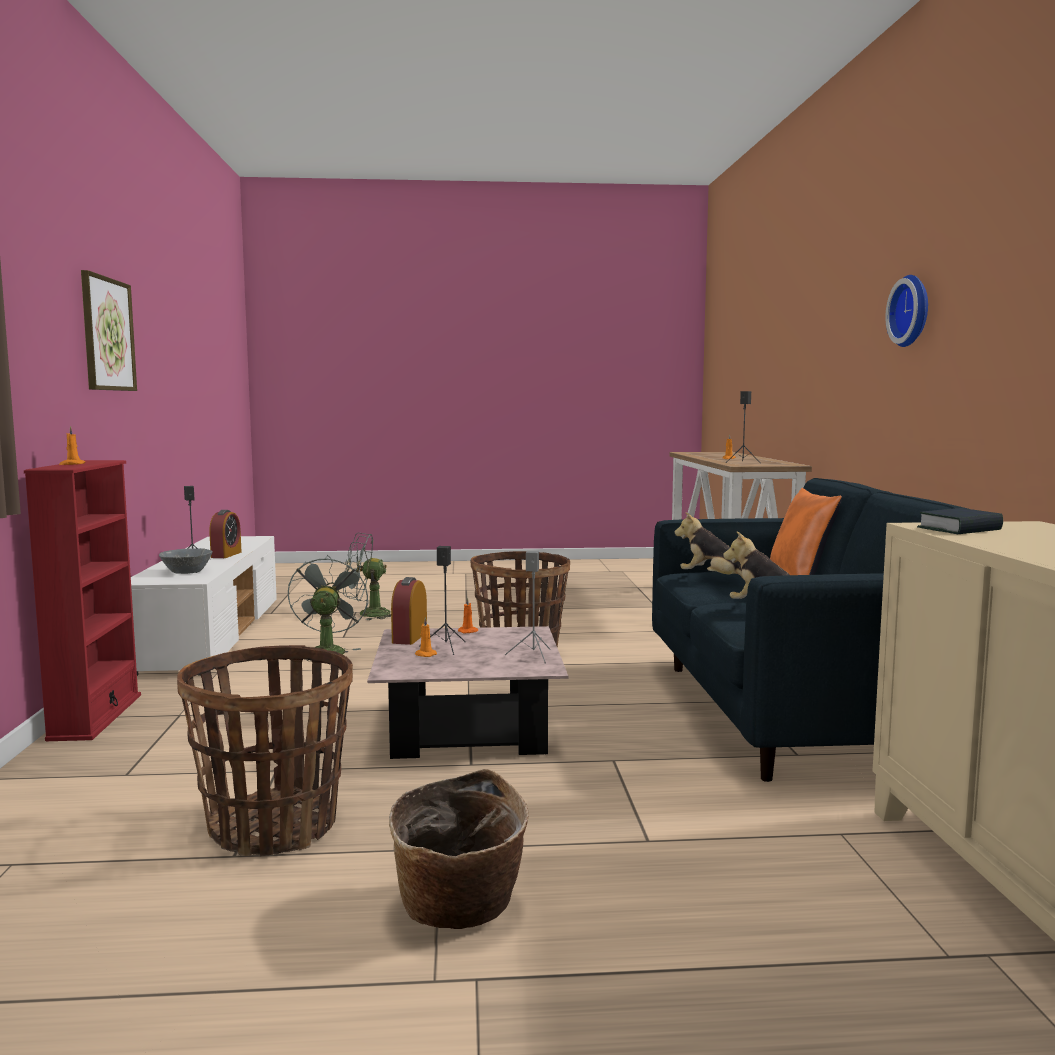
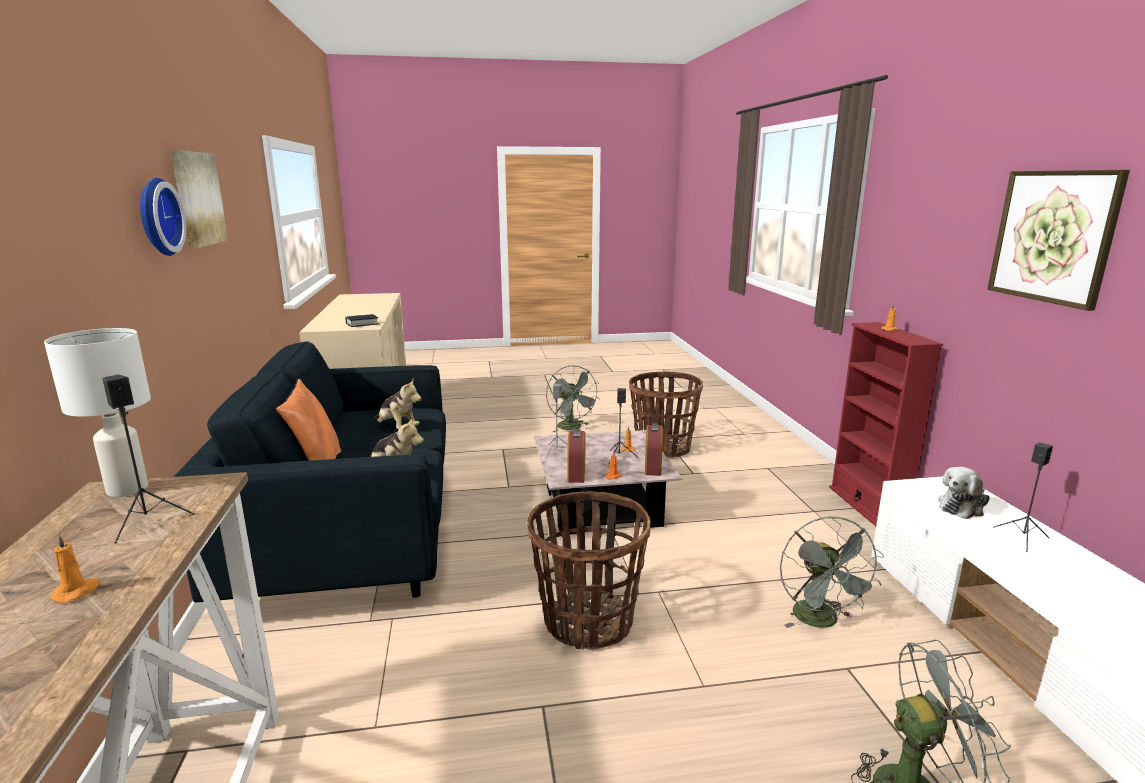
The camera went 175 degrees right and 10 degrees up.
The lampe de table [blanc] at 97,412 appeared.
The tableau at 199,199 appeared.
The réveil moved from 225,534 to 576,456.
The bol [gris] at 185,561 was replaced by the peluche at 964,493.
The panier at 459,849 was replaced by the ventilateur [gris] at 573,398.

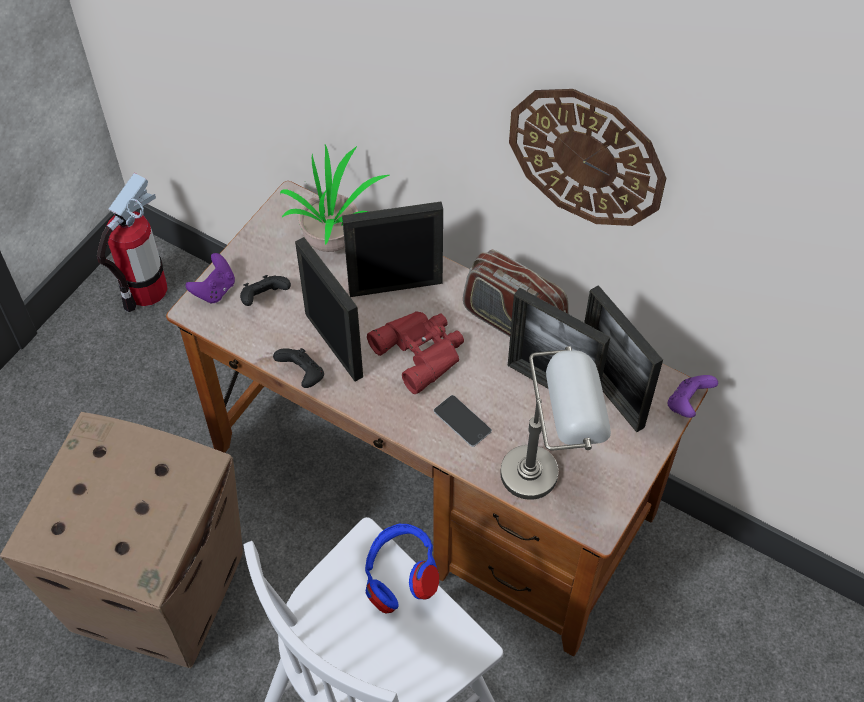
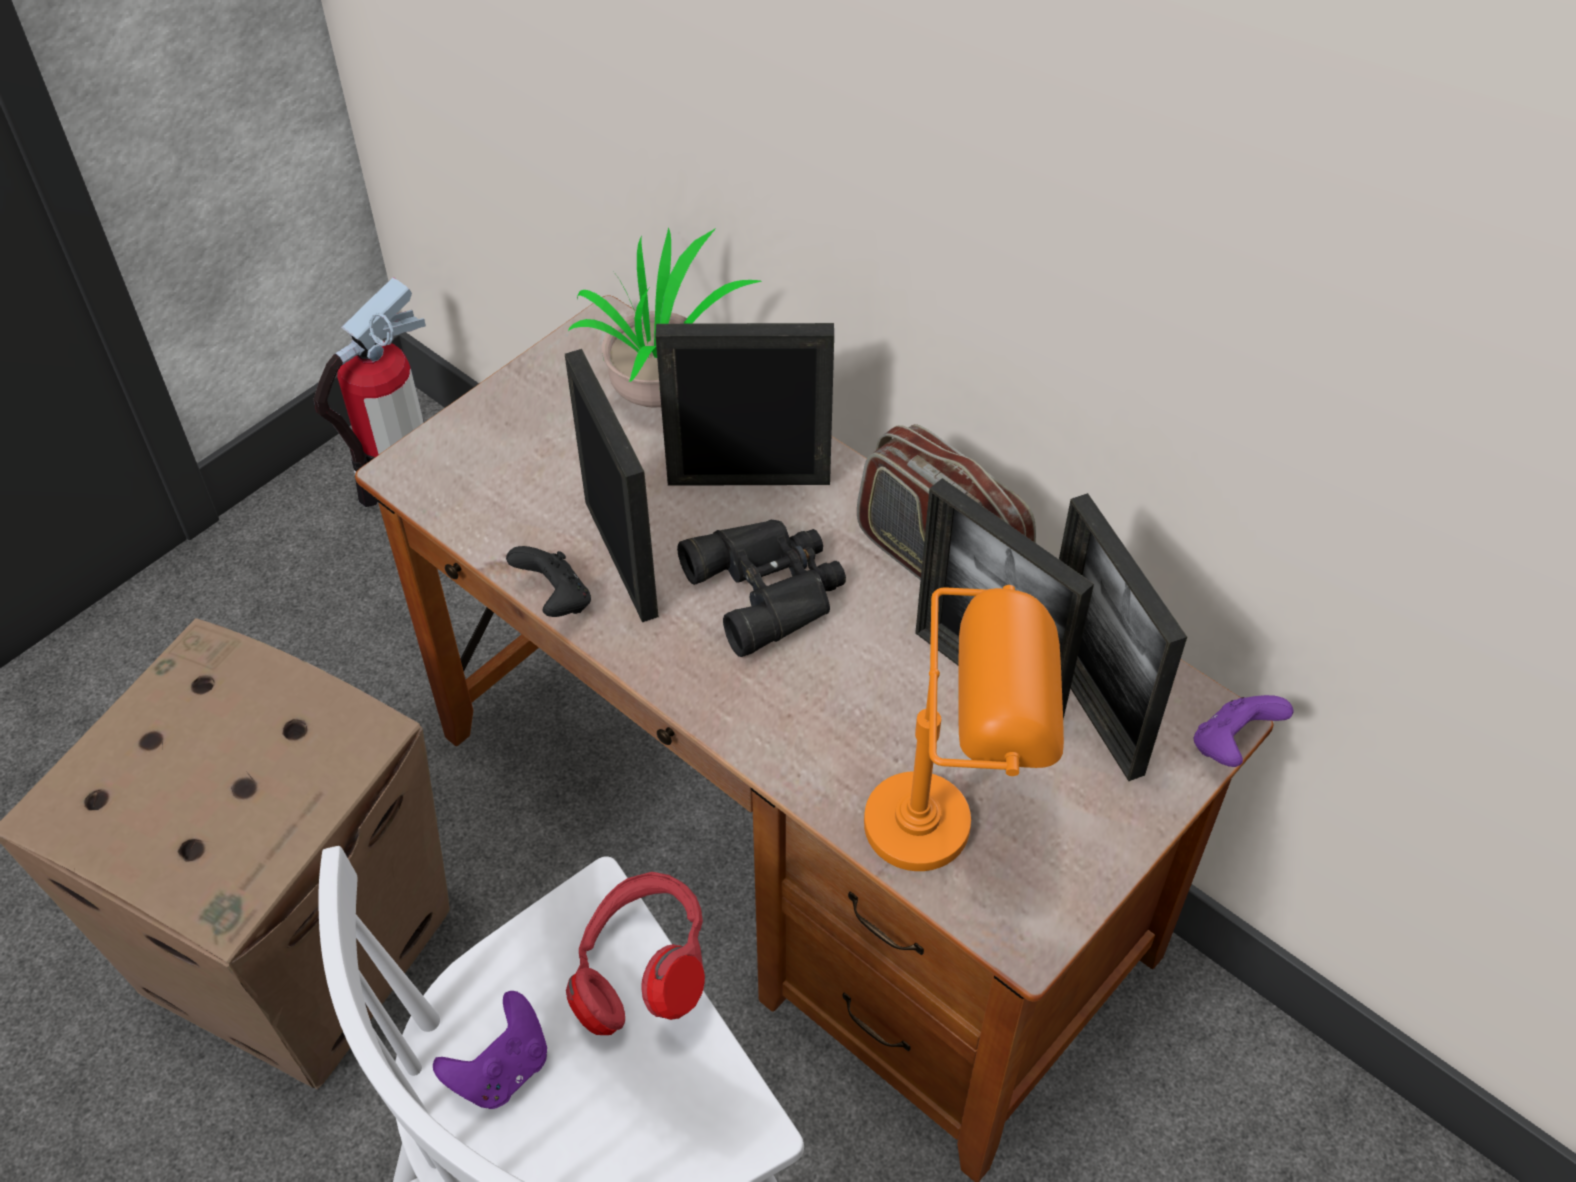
The camera went 10 degrees right and 5 degrees down.
The manette [noir] at 265,290 disappeared.
The téléphone at 462,421 disappeared.
The horloge murale at 587,157 disappeared.
The manette [violet] moved from 210,278 to 490,1050.
The casque audio [bleu] at 402,568 became the casque audio [rouge] at 635,953.
The jumelles [rouge] at 415,352 became the jumelles [noir] at 761,588.
The lampe de table [gris] at 555,423 became the lampe de table [orange] at 964,728.

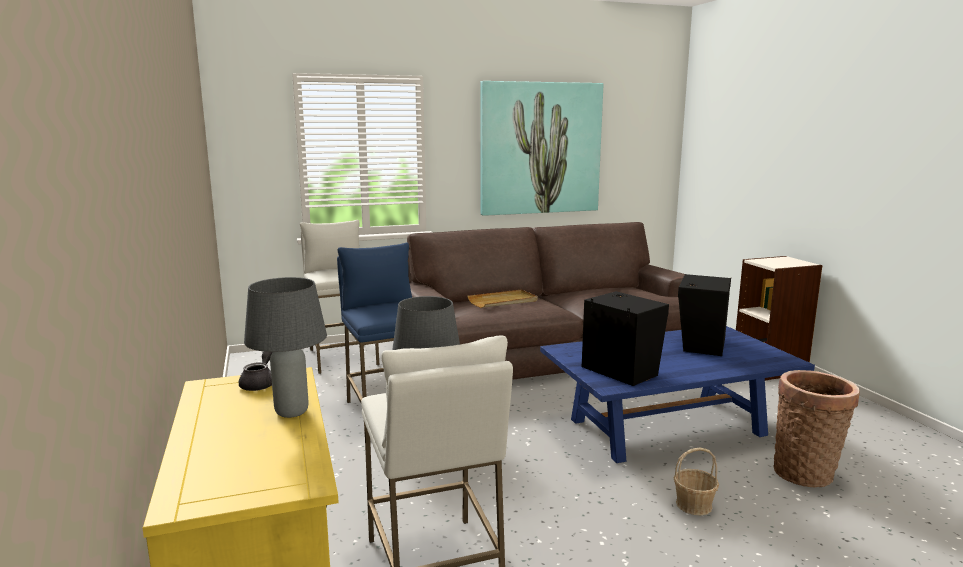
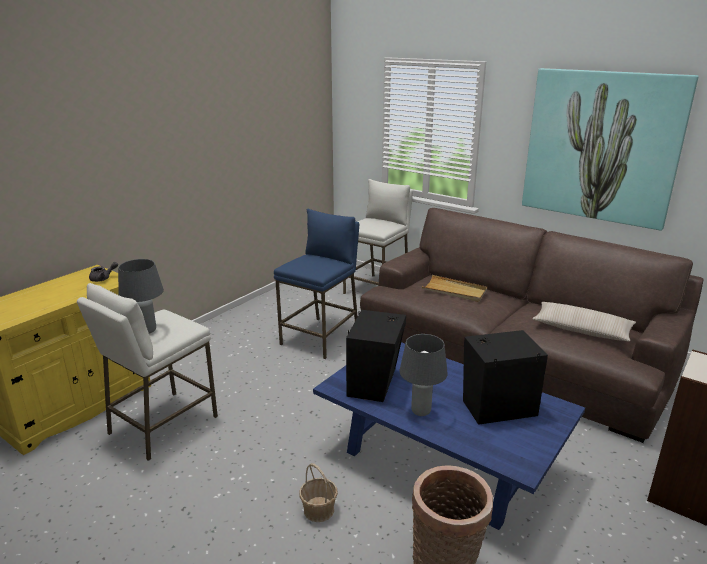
The camera went 55 degrees right and 10 degrees up.
The coussin [beige] at 584,322 appeared.
The lampe de table [gris] moved from 285,347 to 424,375.

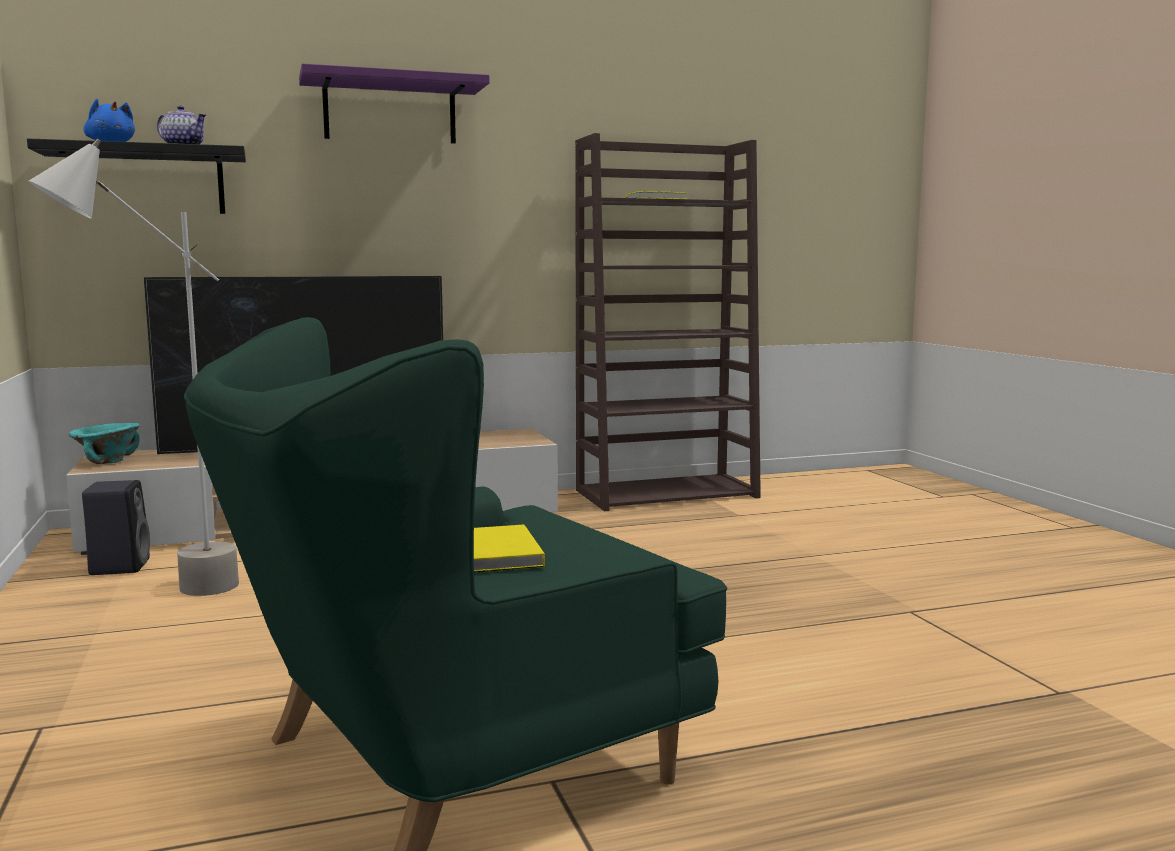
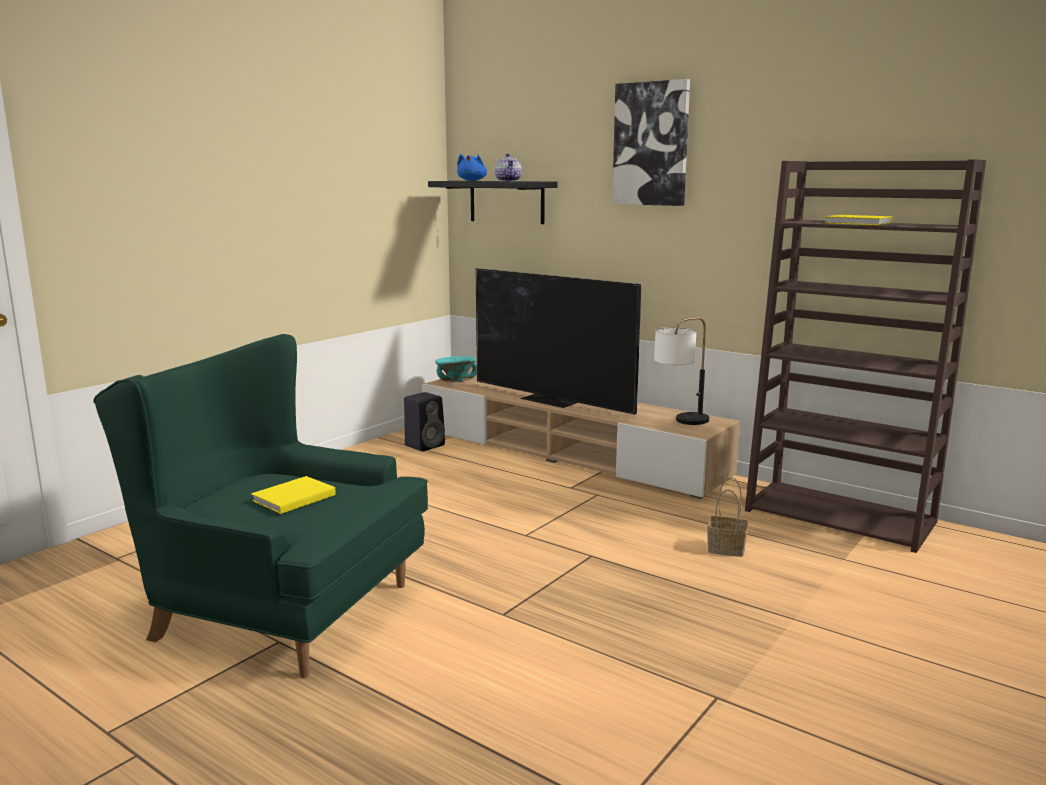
The camera went 55 degrees right and 5 degrees up.
The lampadaire [gris] at 133,367 disappeared.
The lampe de table at 681,371 appeared.
The panier at 727,517 appeared.
The étagère [violet] at 394,104 was replaced by the tableau at 651,142.

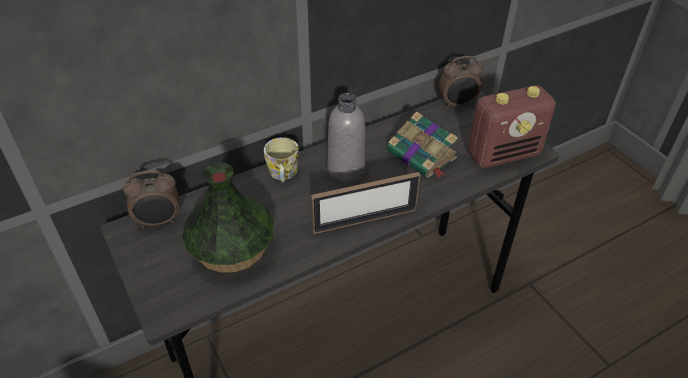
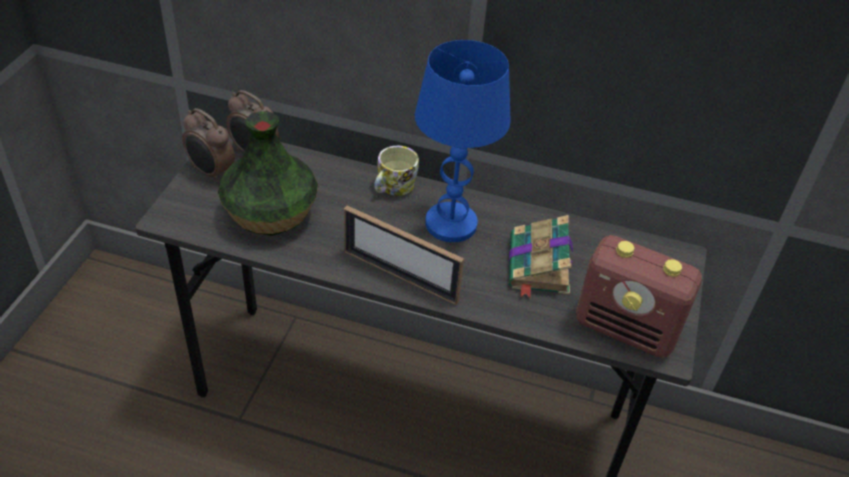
The camera went 45 degrees right and 0 degrees up.
The réveil moved from 461,82 to 208,145.
The bouteille [gris] at 346,137 was replaced by the lampe de table [bleu] at 463,141.

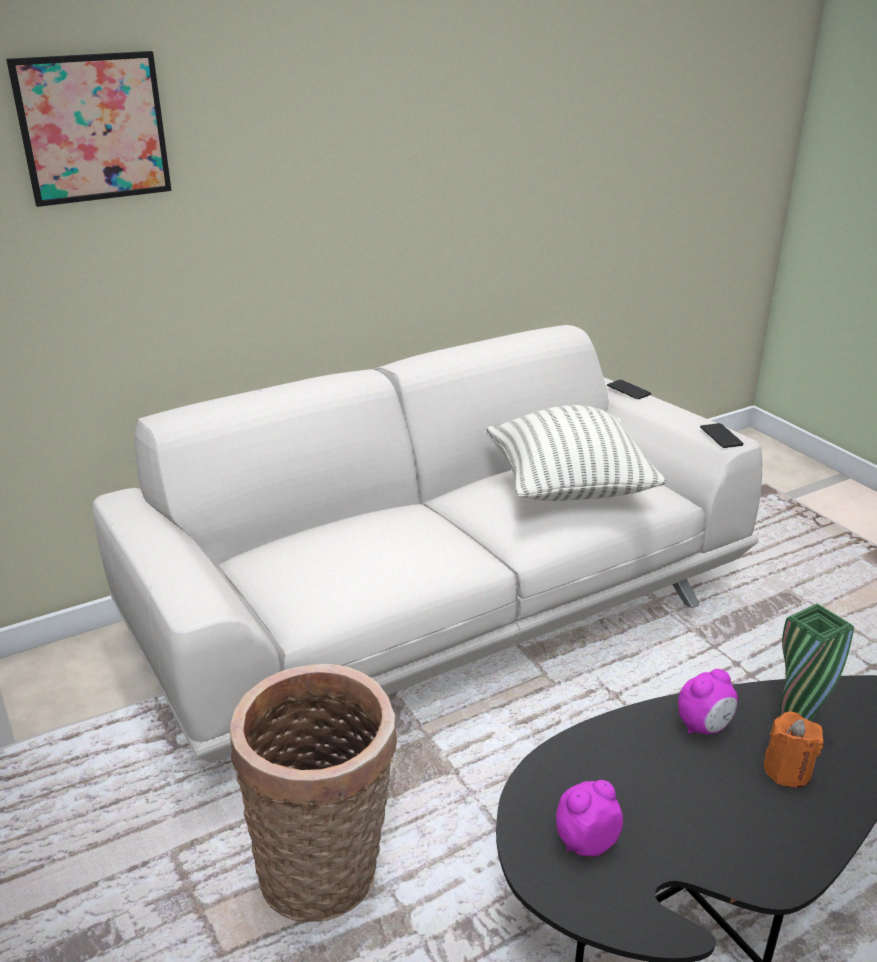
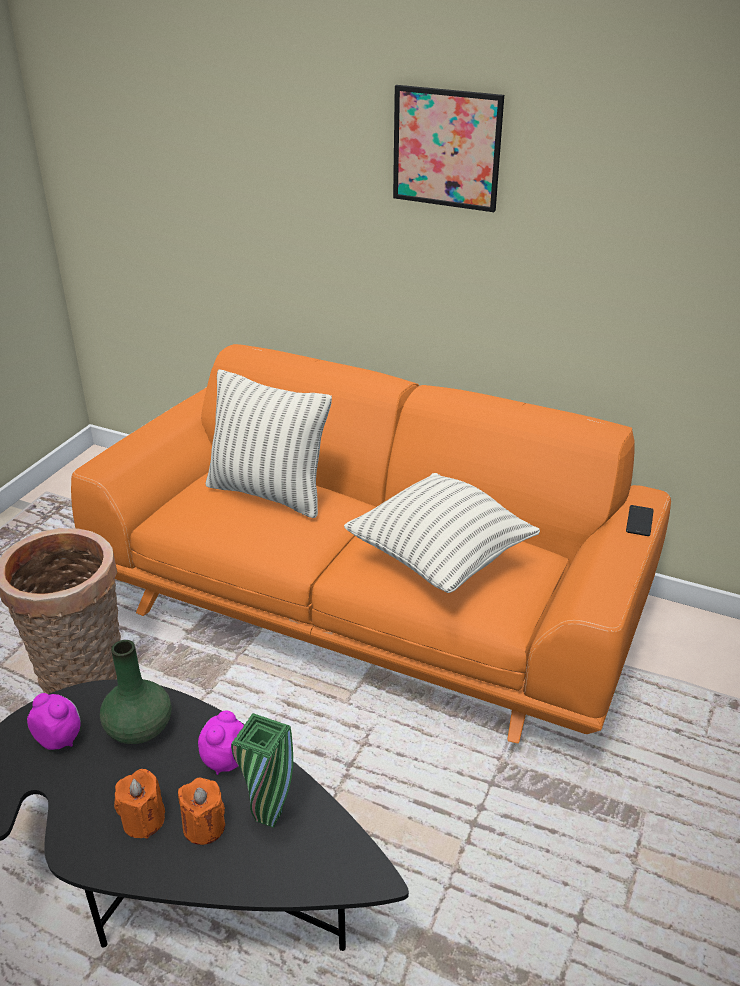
The camera went 55 degrees right and 5 degrees up.
The téléphone at 722,435 disappeared.
The vase [vert] at 135,692 appeared.
The bougie [orange] at 139,804 appeared.
The coussin at 269,443 appeared.
The tableau moved from 89,129 to 448,148.
The canapé [blanc] at 427,544 became the canapé [orange] at 371,543.
The réveil at 708,701 turned 90 degrees clockwise.

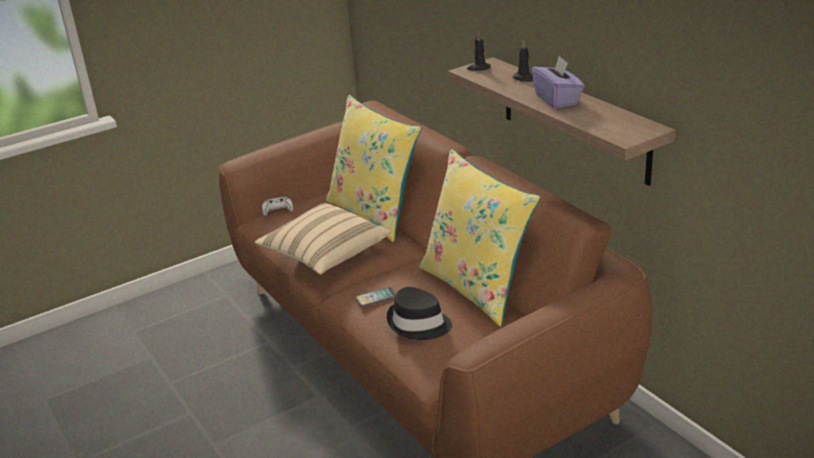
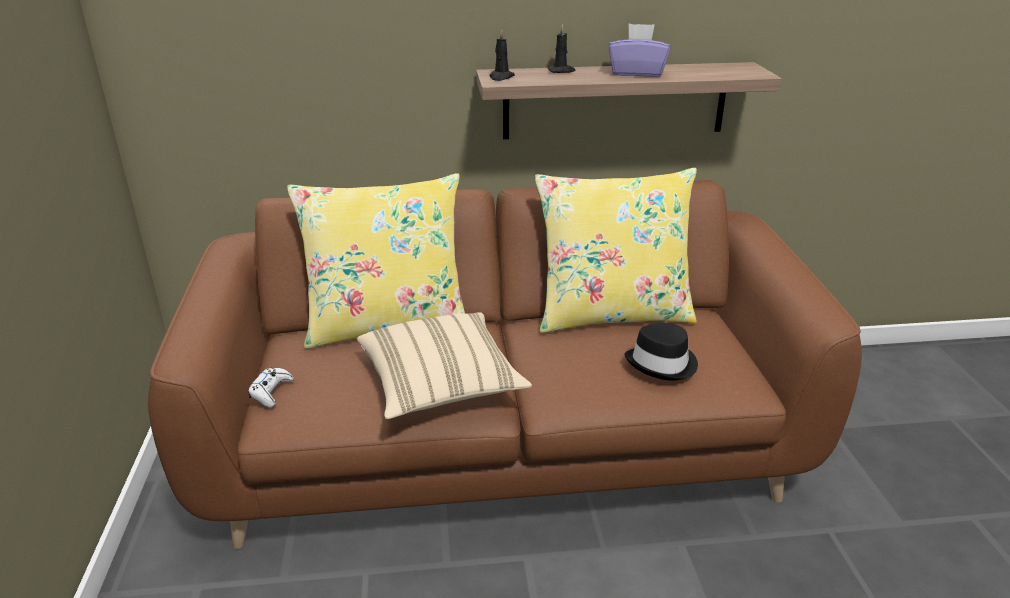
The camera went 65 degrees left and 0 degrees up.
The téléphone at 376,297 disappeared.

